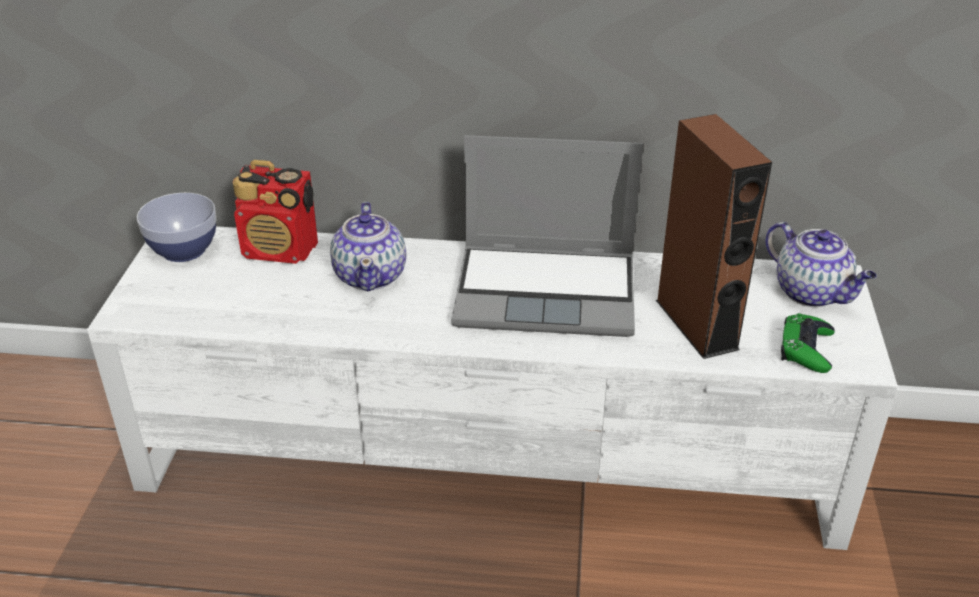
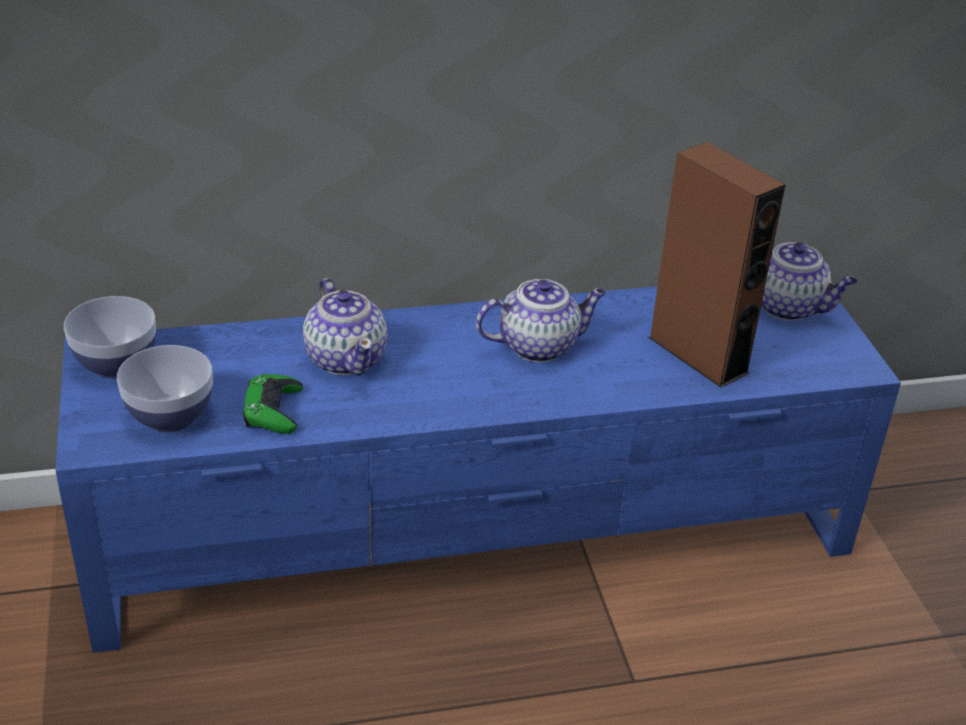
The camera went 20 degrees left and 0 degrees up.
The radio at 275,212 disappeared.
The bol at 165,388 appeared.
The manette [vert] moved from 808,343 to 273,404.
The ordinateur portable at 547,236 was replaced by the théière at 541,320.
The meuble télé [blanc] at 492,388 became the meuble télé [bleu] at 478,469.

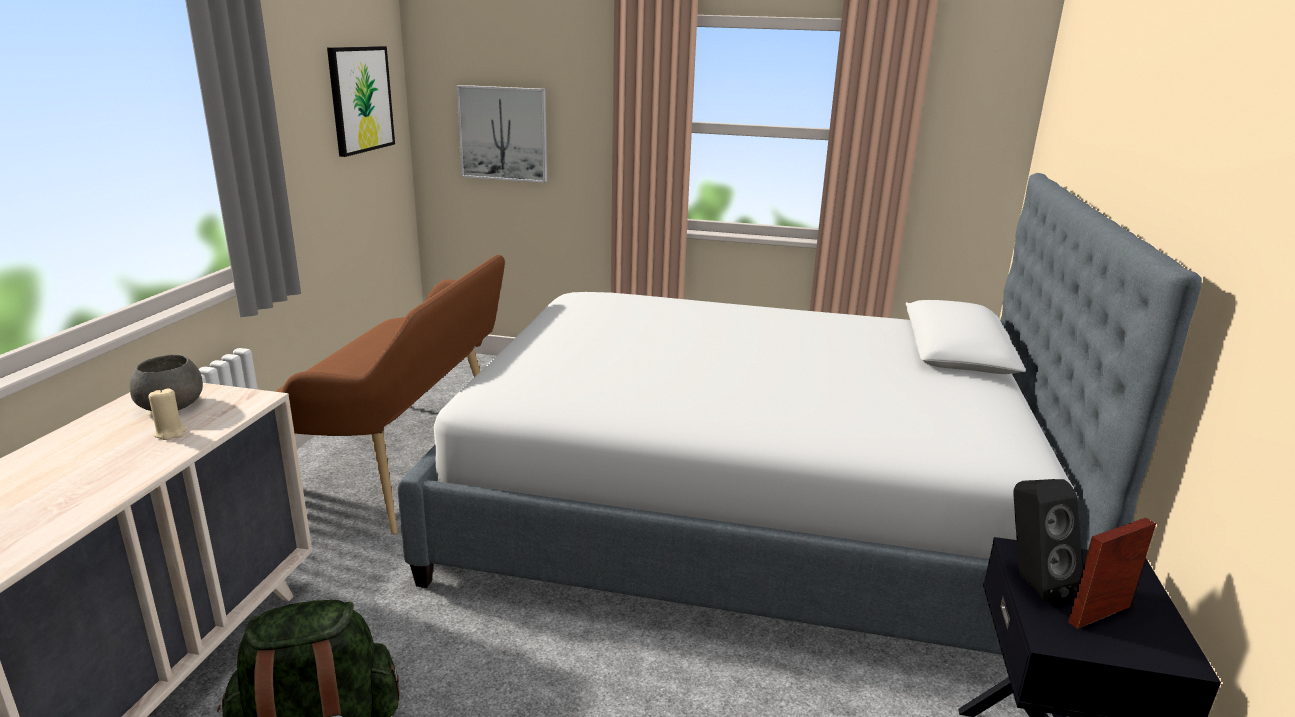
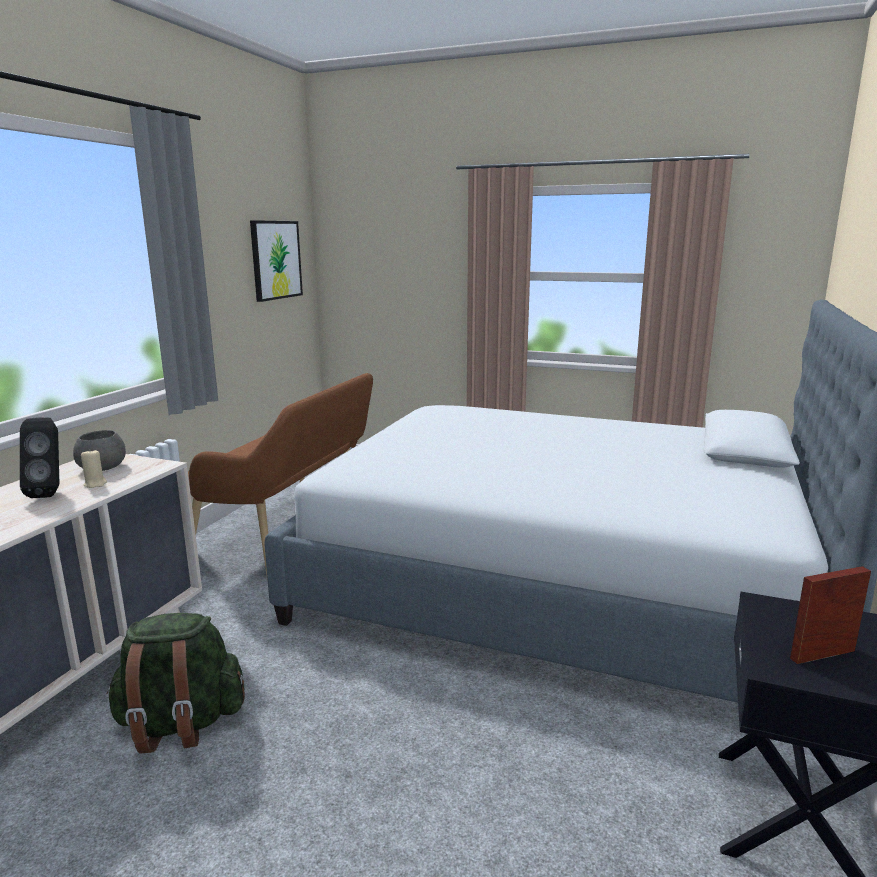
The camera went 10 degrees right and 5 degrees down.
The tableau at 501,134 disappeared.
The enceinte [noir] moved from 1048,540 to 39,457.

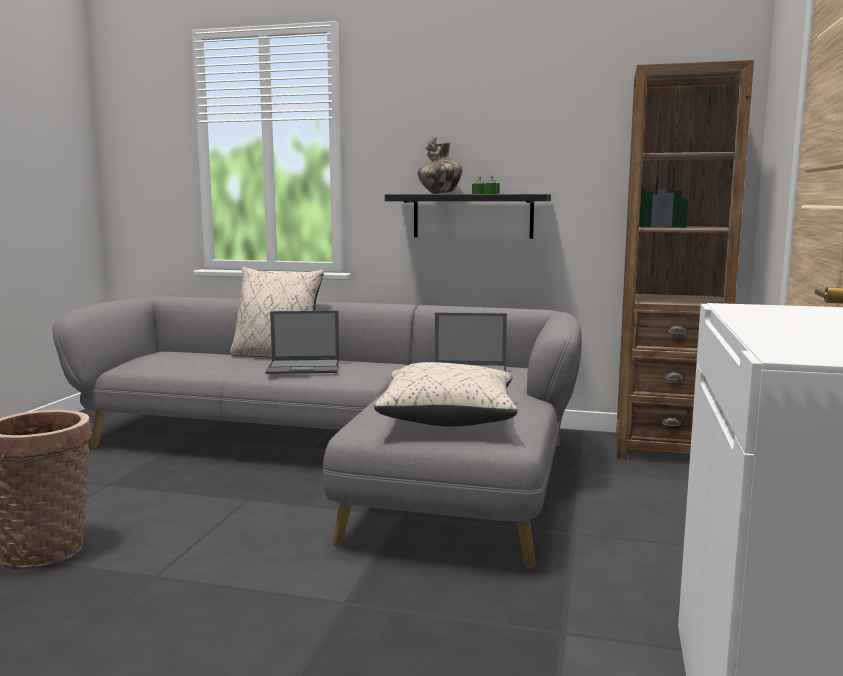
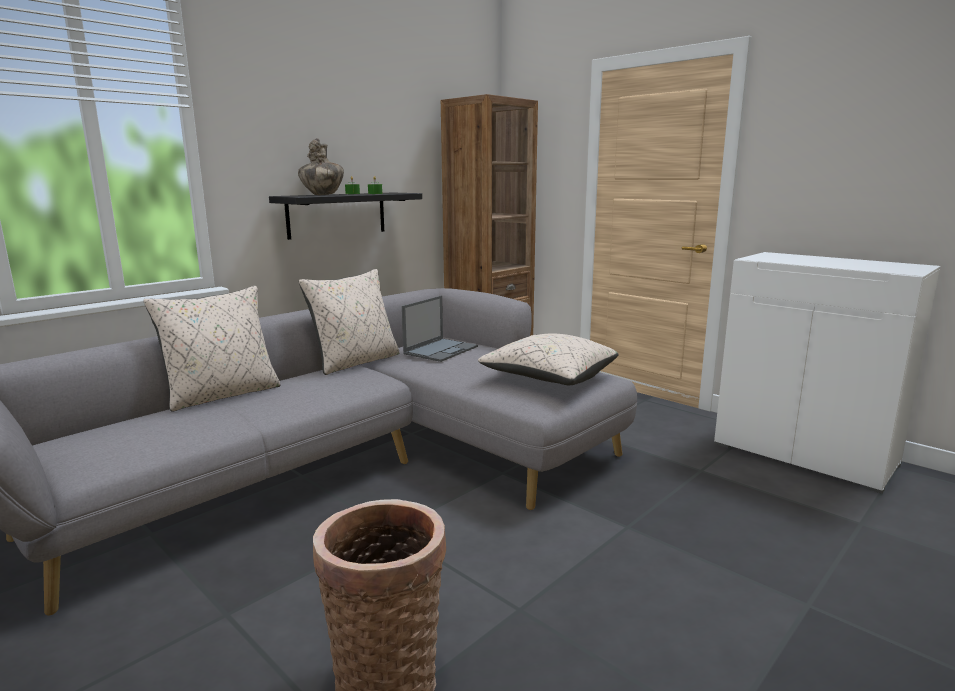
The camera went 60 degrees left and 5 degrees up.
The ordinateur portable at 302,342 disappeared.
The coussin [beige] at 349,322 appeared.

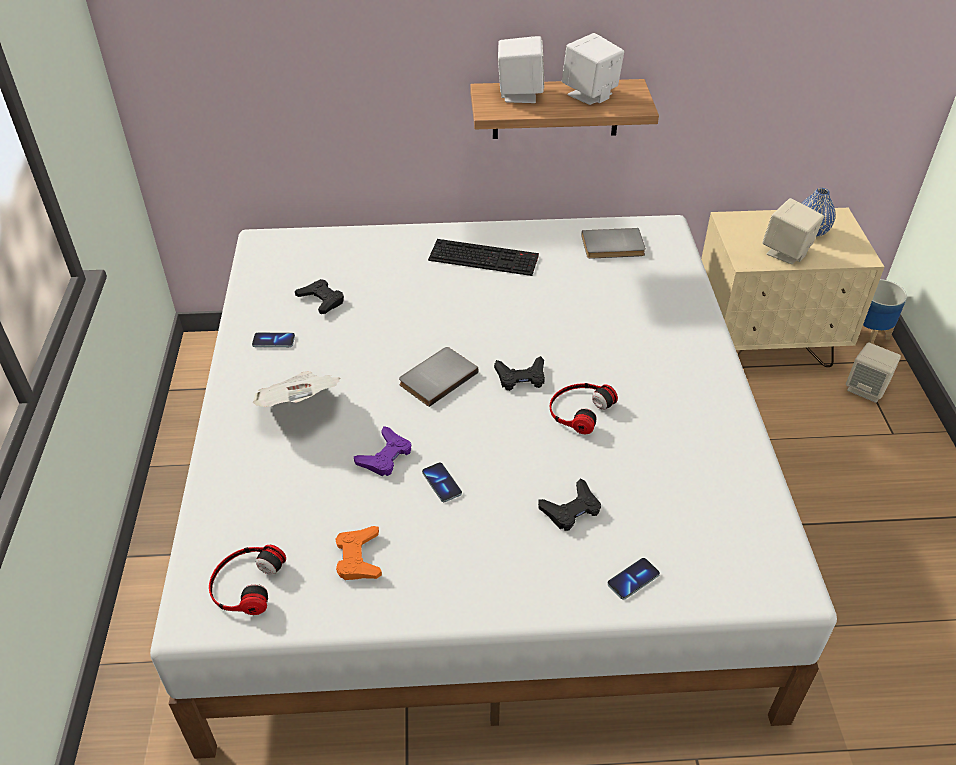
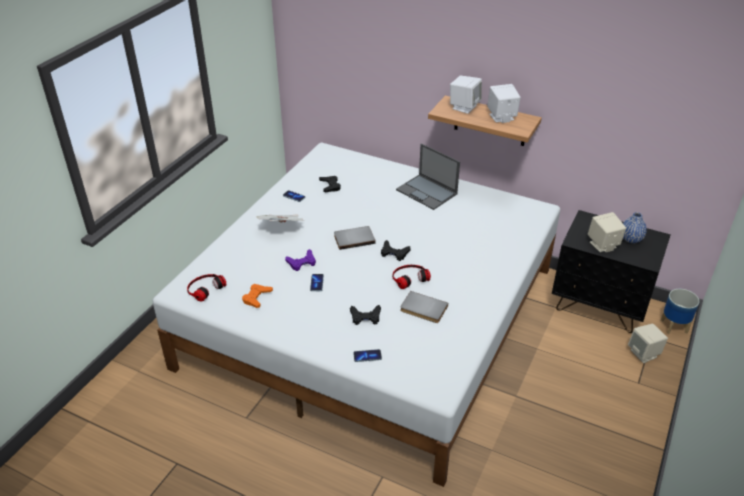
The camera went 30 degrees right and 5 degrees down.
The livre [gris] moved from 613,243 to 424,307.
The clavier at 483,257 was replaced by the ordinateur portable at 428,176.
The table de chevet [beige] at 792,287 became the table de chevet [noir] at 611,271.

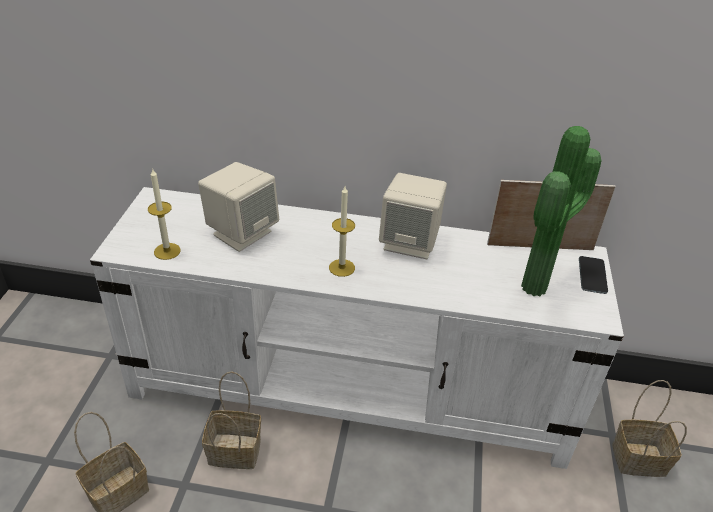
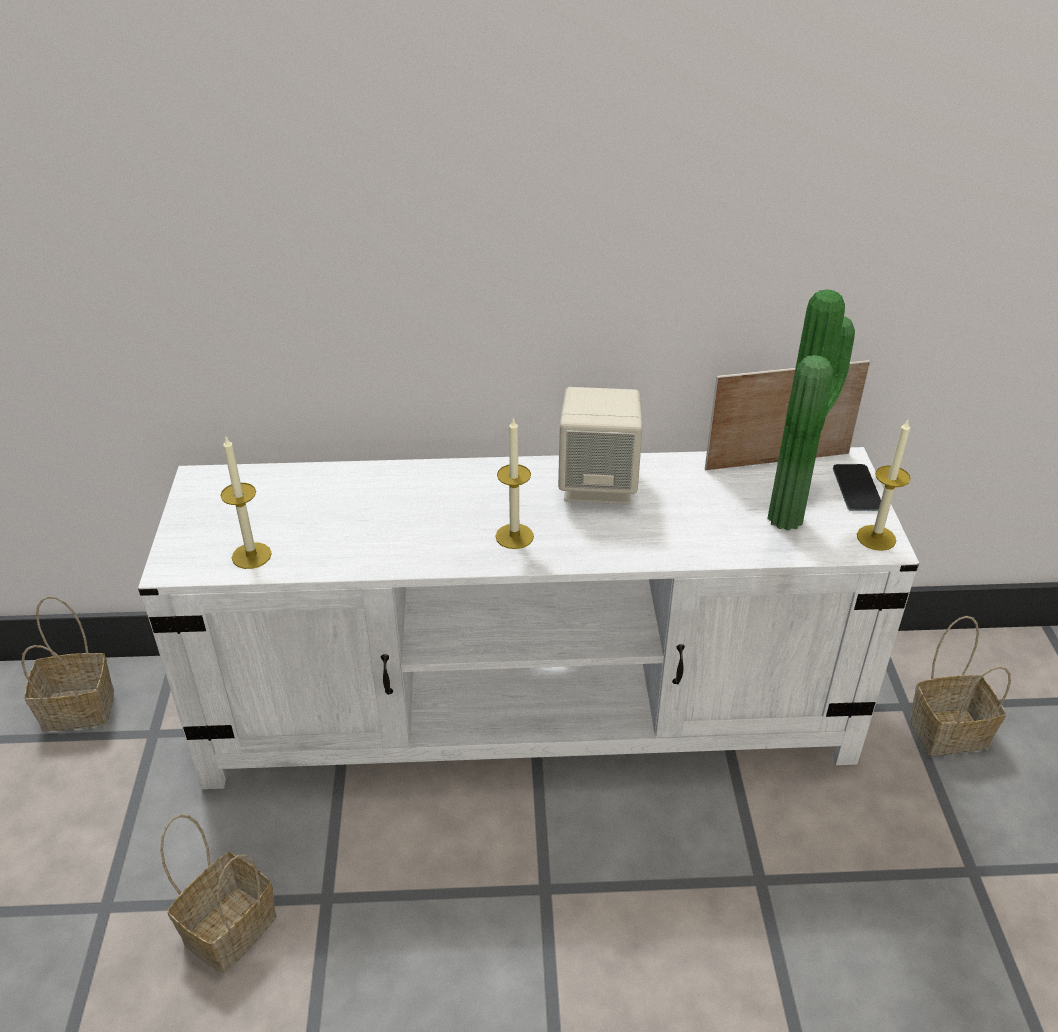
The camera went 10 degrees left and 0 degrees up.
The enceinte [beige] at 238,207 disappeared.
The bougie at 884,485 appeared.
The panier moved from 231,420 to 67,663.

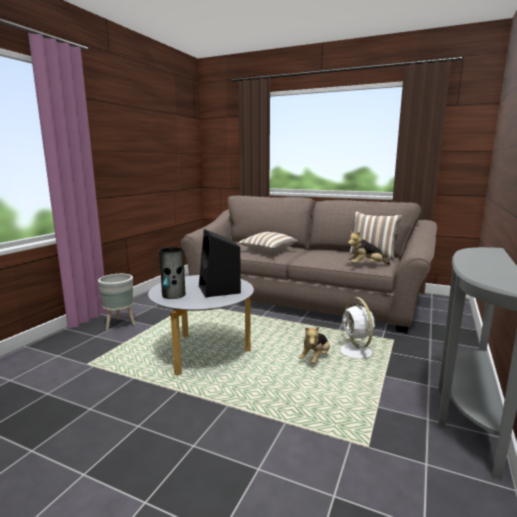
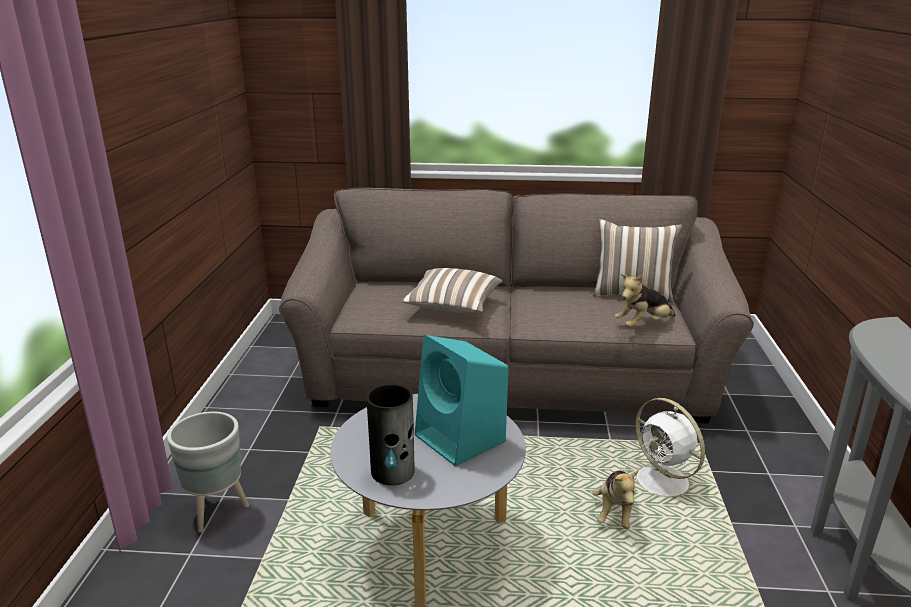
The camera went 20 degrees left and 10 degrees up.
The enceinte [noir] at 220,263 became the enceinte [turquoise] at 461,400.

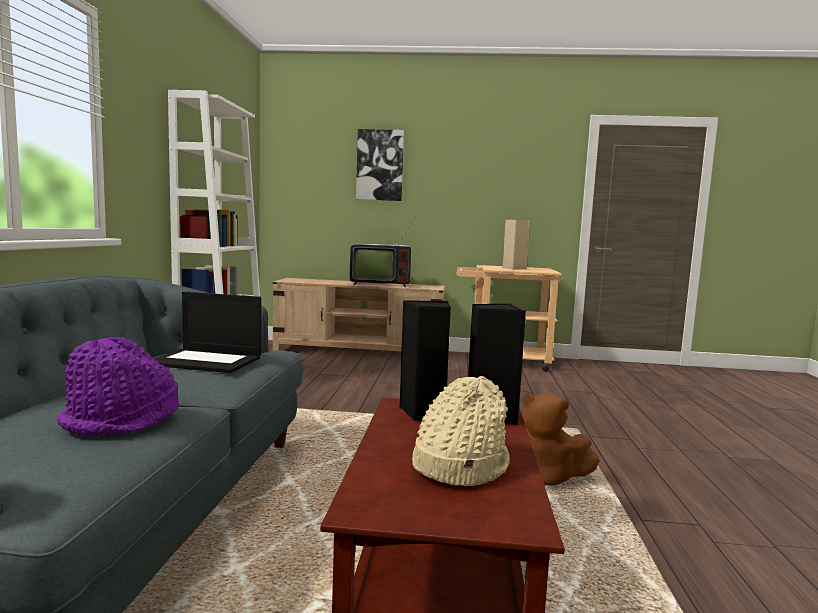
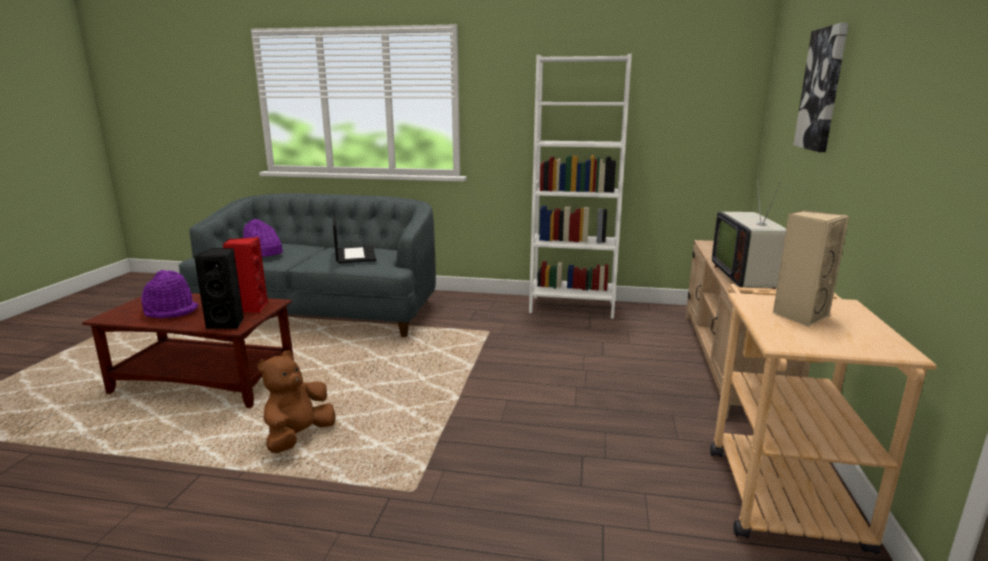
The camera went 95 degrees right and 10 degrees up.
The enceinte [noir] at 425,361 became the enceinte [rouge] at 245,275.
The chapeau [beige] at 461,431 became the chapeau [violet] at 169,294.
The ordinateur portable at 207,332 turned 150 degrees clockwise.

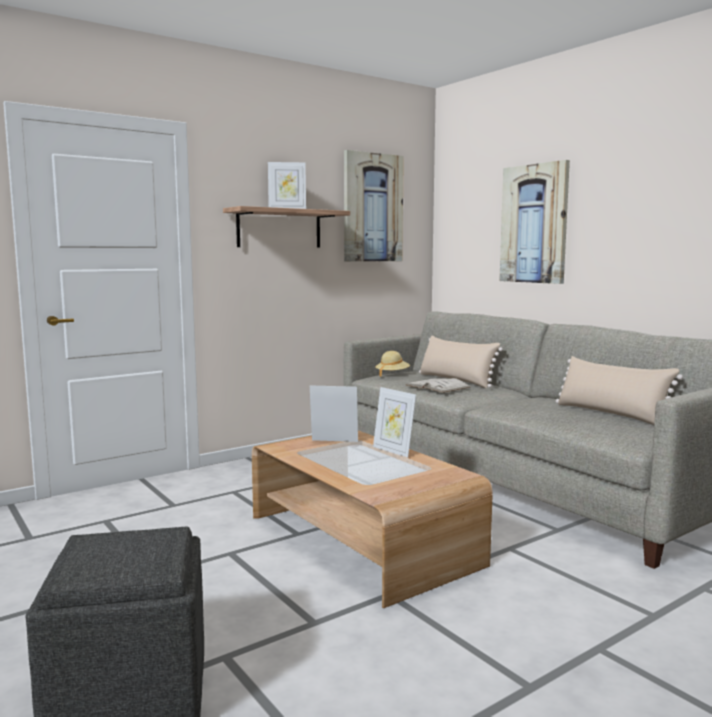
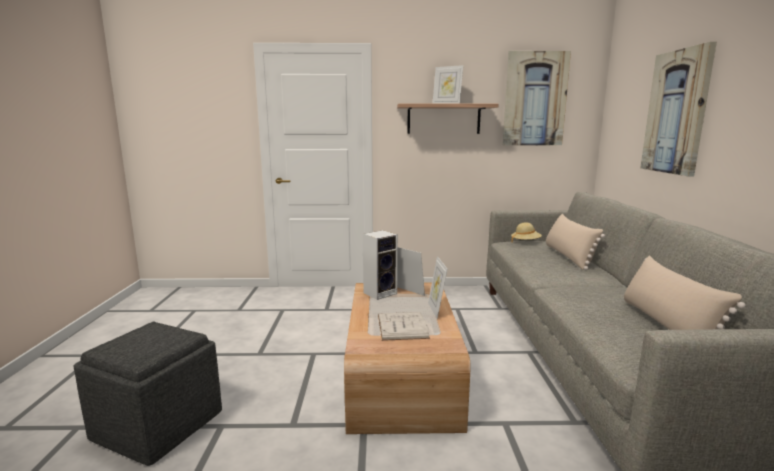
The camera went 35 degrees right and 5 degrees up.
The enceinte at 380,265 appeared.
The livre [blanc] moved from 438,385 to 404,326.

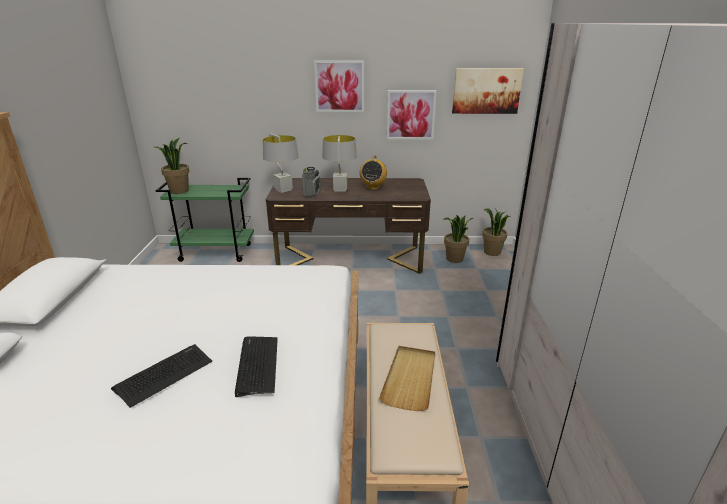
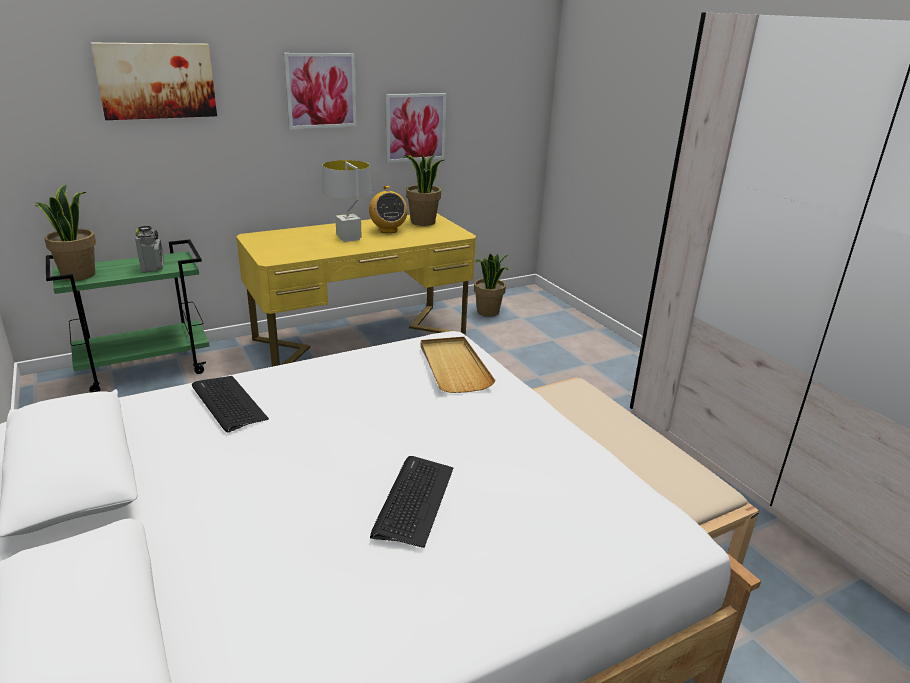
The camera went 30 degrees left and 0 degrees up.
The lampe de table [gris] at 280,163 disappeared.
The clavier moved from 256,366 to 230,404.
The radio moved from 311,182 to 149,249.
The plateau [beige] moved from 407,378 to 458,365.
The tableau moved from 488,91 to 154,81.
The plante en pot moved from 495,232 to 423,189.
The bureau [marron] at 348,226 became the bureau [jaune] at 356,290.

